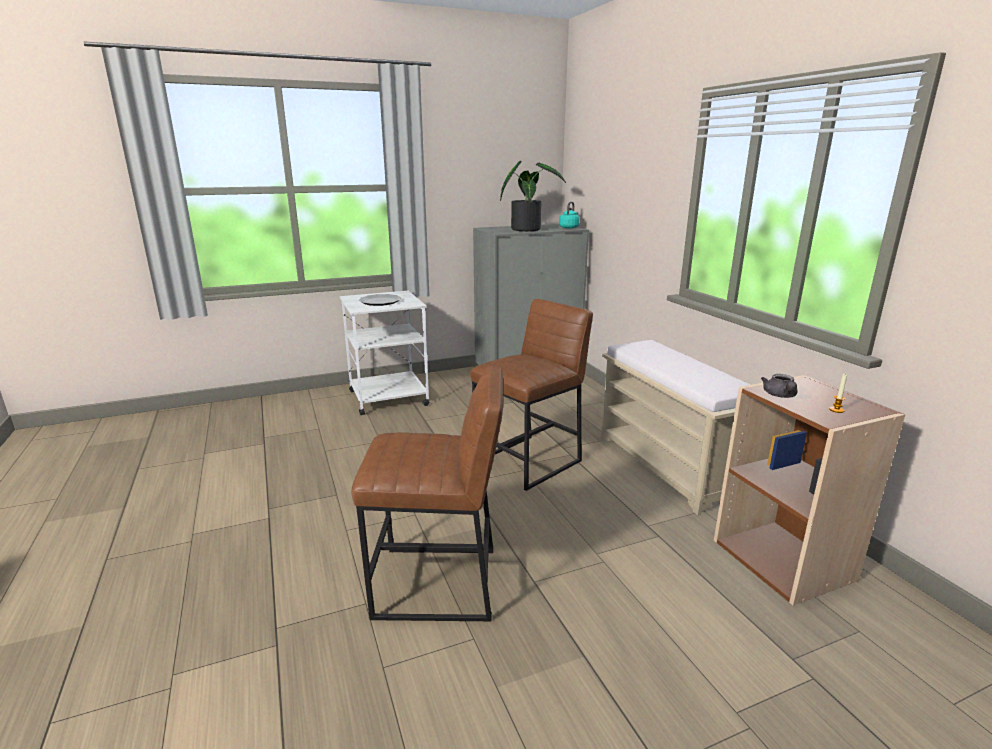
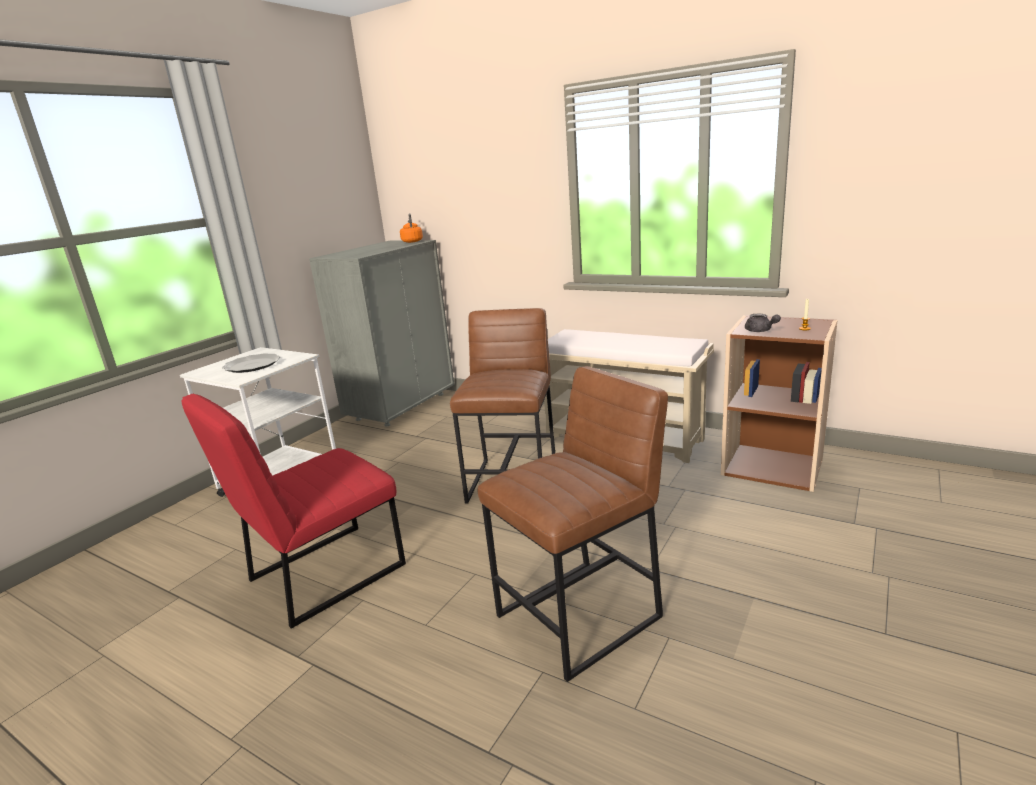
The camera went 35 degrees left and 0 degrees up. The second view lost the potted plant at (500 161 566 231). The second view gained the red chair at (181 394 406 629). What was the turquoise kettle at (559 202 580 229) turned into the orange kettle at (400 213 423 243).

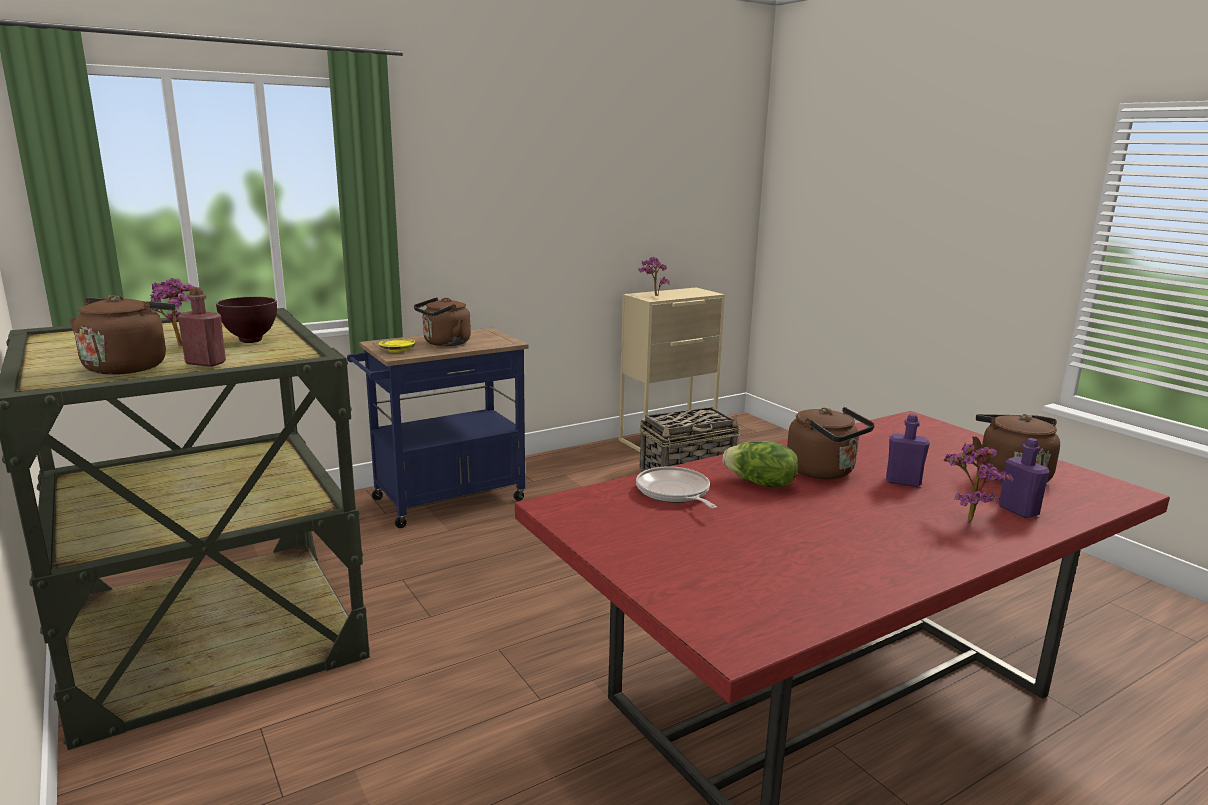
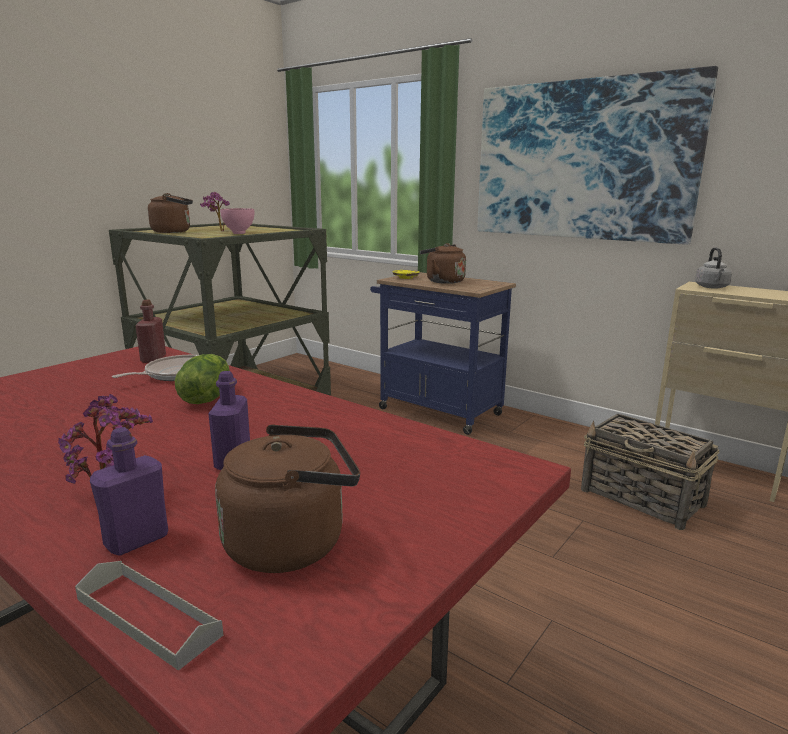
The camera went 70 degrees right and 0 degrees up. The second view lost the brown kettle at (787 407 875 479). The second view gained the grey tray at (75 561 223 671). The second view gained the picture at (477 66 718 245). The red bottle ended up elsewhere, having gone from (178 287 226 367) to (135 300 166 363). Where the potted plant stood at (638 257 670 296), the grey kettle came to stand at (695 247 732 289). What was the brown bowl at (216 297 277 343) turned into the pink bowl at (220 208 254 234).

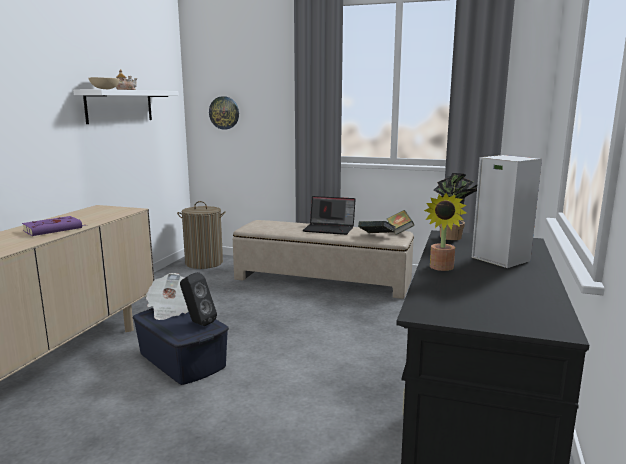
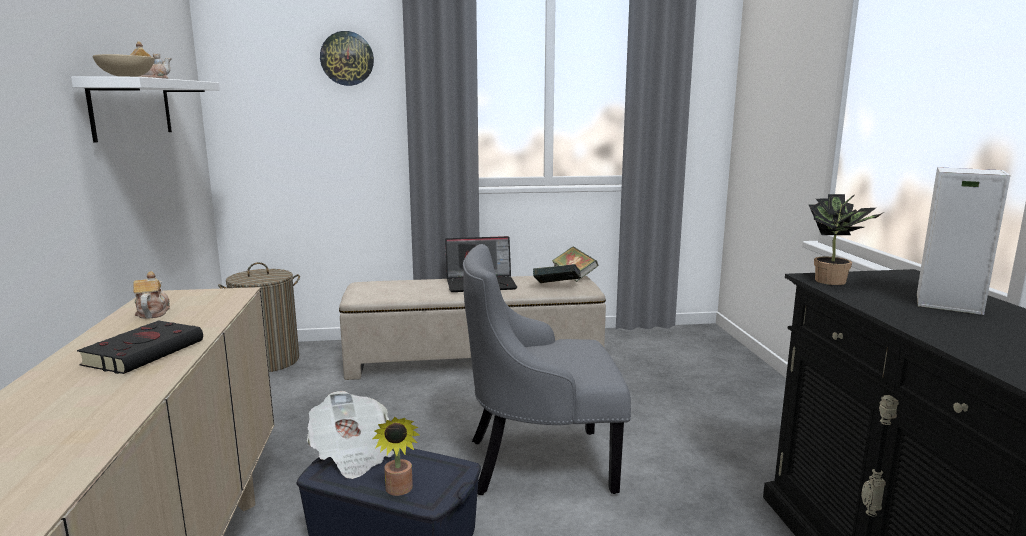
The camera went 25 degrees left and 0 degrees up. The second view lost the black speaker at (180 272 217 327). The second view gained the teapot at (133 271 170 319). The second view gained the grey chair at (463 244 631 495). The wall clock ended up elsewhere, having gone from (209 96 239 130) to (320 31 374 86). The potted plant ended up elsewhere, having gone from (424 193 467 271) to (373 417 420 496). What was the purple book at (22 216 85 236) turned into the black book at (77 321 203 374).

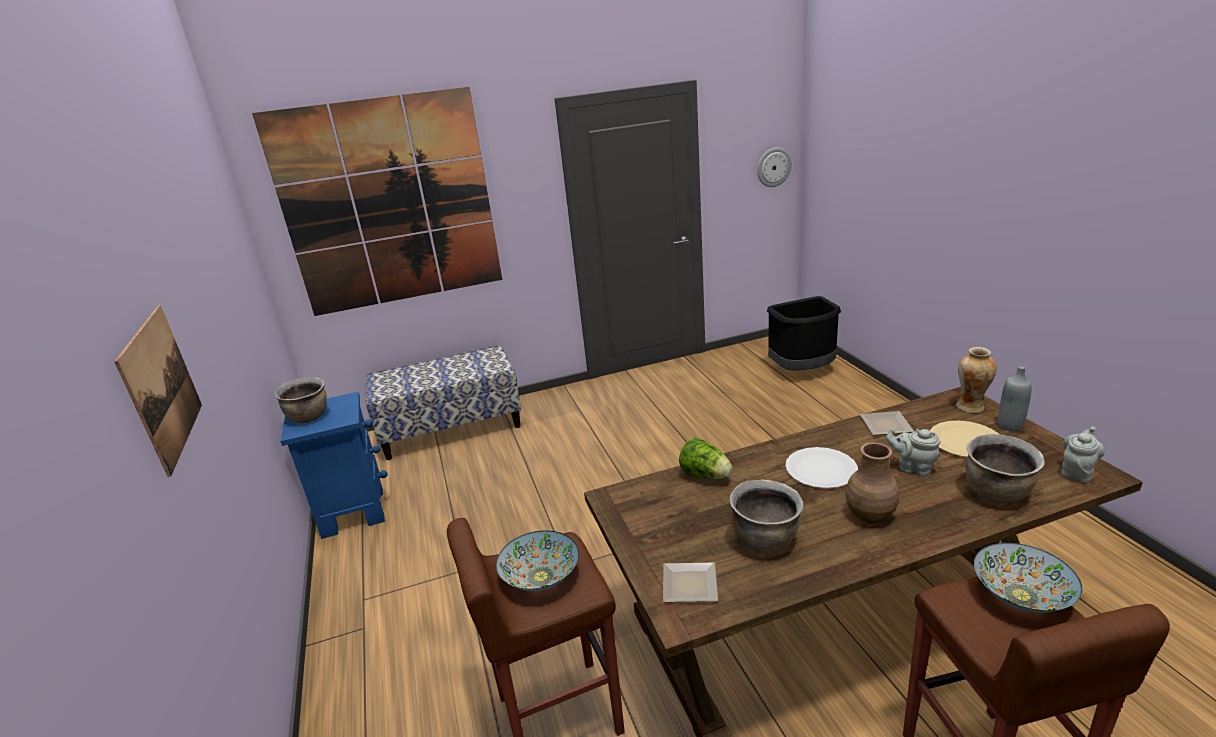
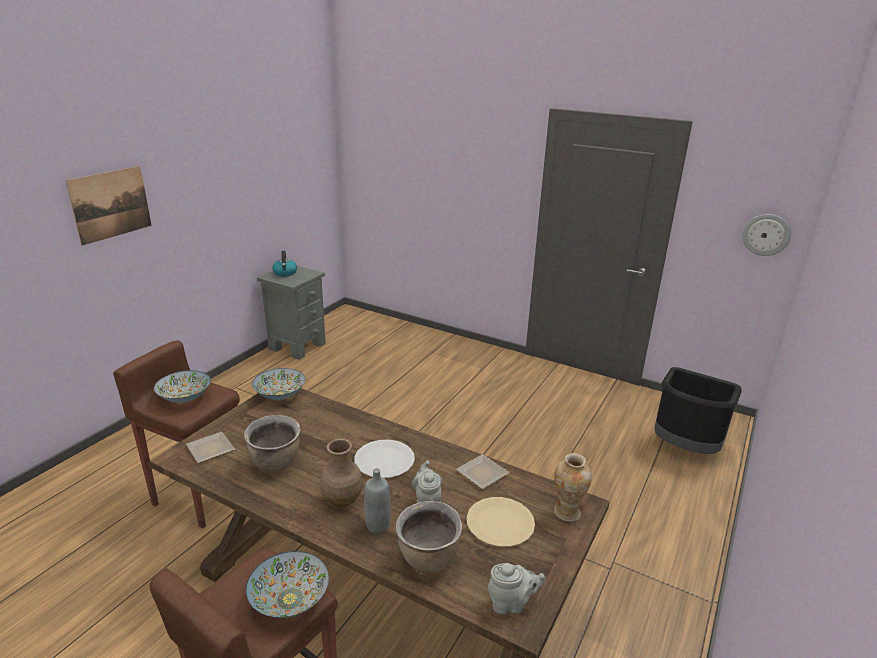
The camera went 45 degrees right and 0 degrees up. The second view lost the picture at (252 87 502 316). The second view lost the bench at (365 345 521 460). The second view lost the lettuce at (679 438 733 479). The second view gained the bowl at (252 368 305 400). The grey bottle ended up elsewhere, having gone from (998 366 1032 431) to (364 468 391 533). Where the brown cooking pot stood at (274 377 327 423), the kettle came to stand at (272 251 297 277). What was the blue nightstand at (280 391 388 539) turned into the grey nightstand at (257 266 326 360).

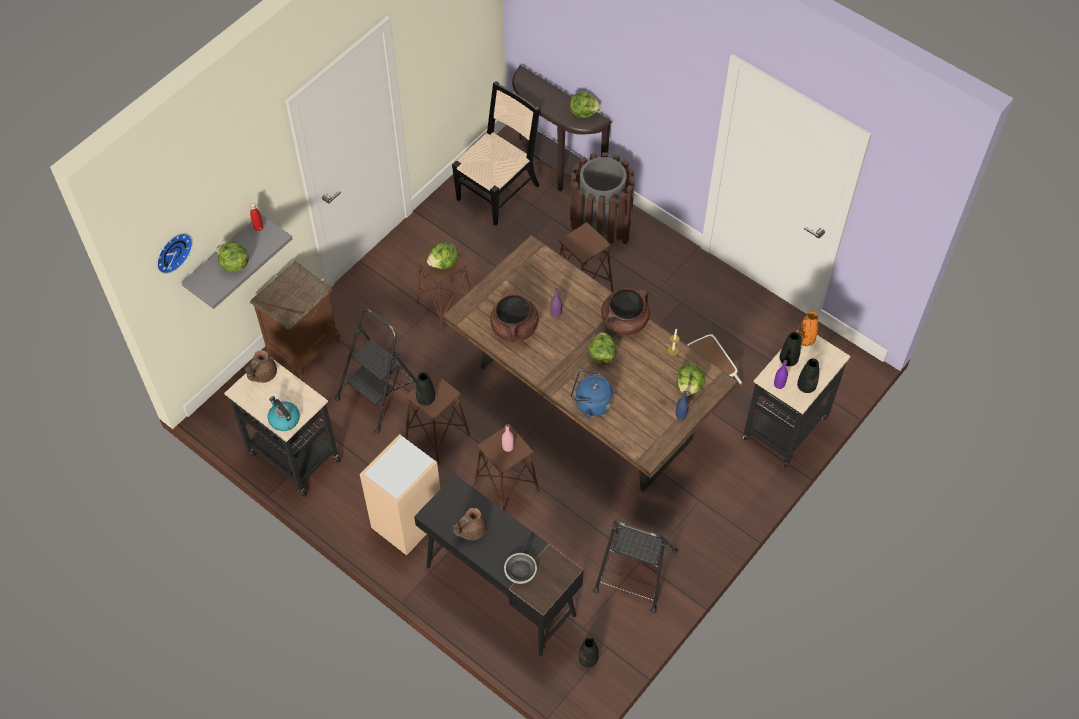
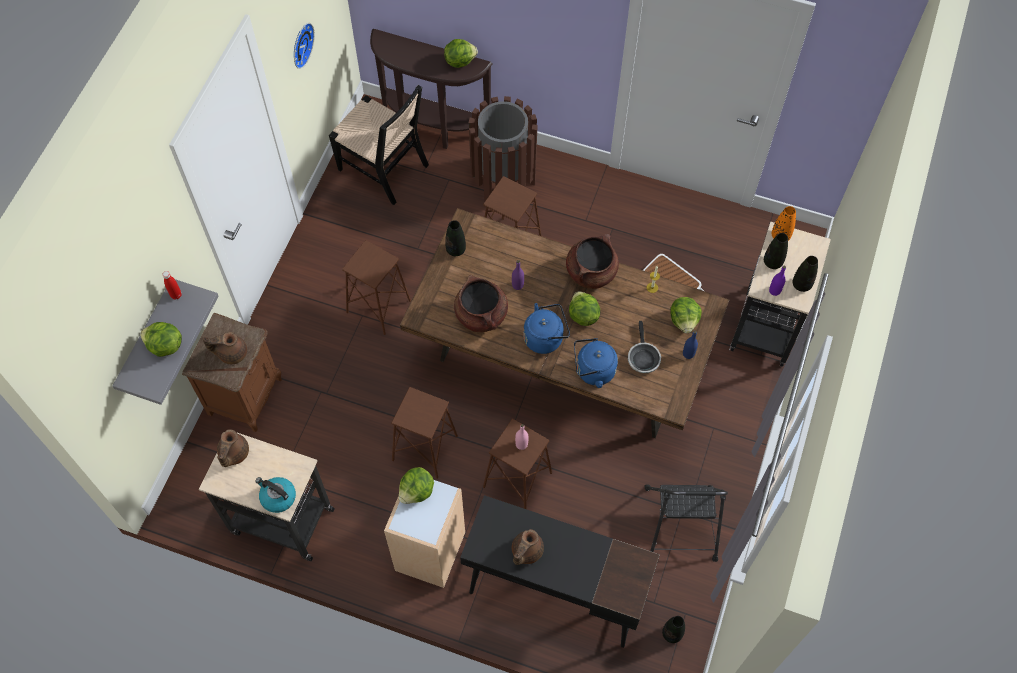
The camera went 20 degrees left and 5 degrees up. The second view lost the black step ladder at (334 309 417 434). The second view gained the brown teapot at (202 332 247 364). The second view gained the blue kettle at (523 303 570 354). The wall clock ended up elsewhere, having gone from (157 233 193 274) to (294 23 315 69). The black vase ended up elsewhere, having gone from (416 372 435 406) to (445 220 466 256). The lettuce ended up elsewhere, having gone from (427 242 458 269) to (399 467 434 504). The frying pan ended up elsewhere, having gone from (504 532 537 584) to (628 321 661 373). The chair at (452 81 540 226) ended up facing another way, 105 degrees clockwise from before.

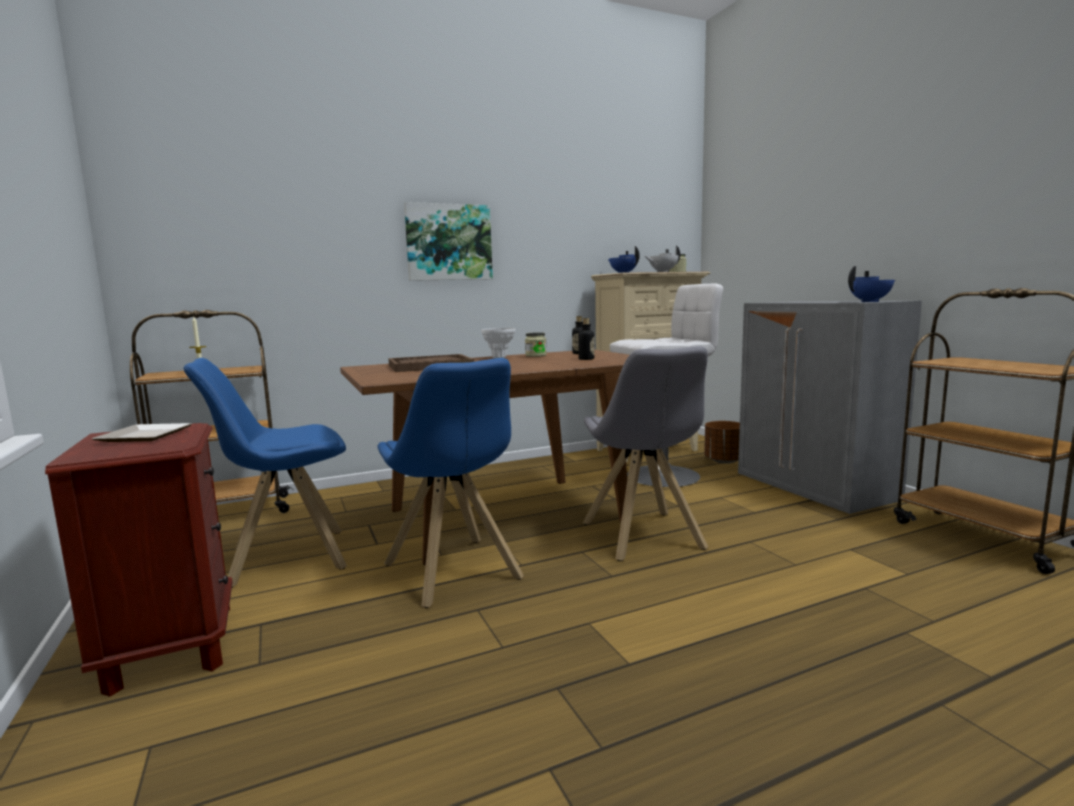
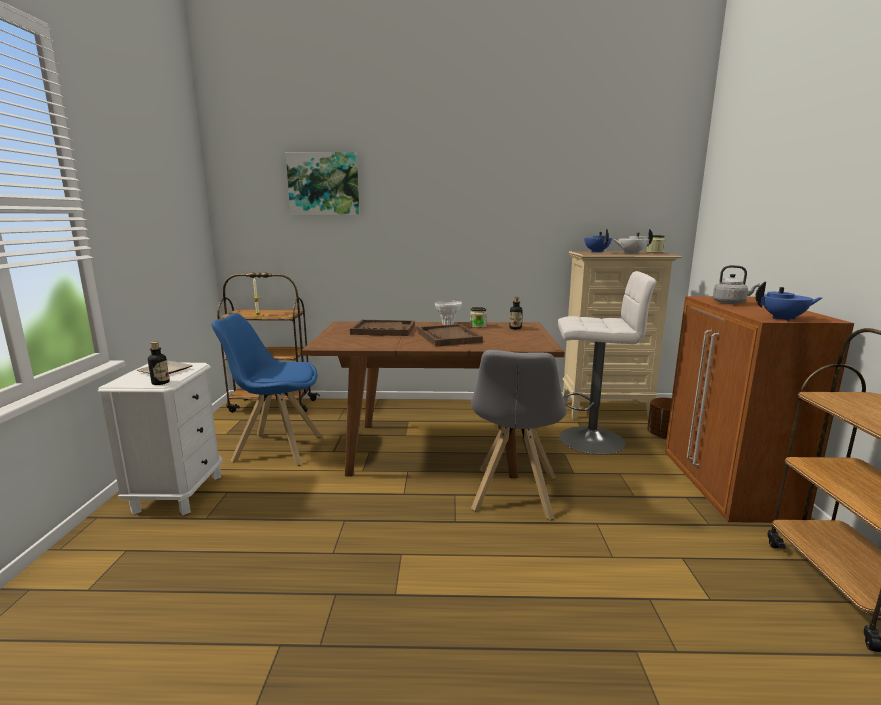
The camera went 25 degrees right and 5 degrees up. The second view lost the blue chair at (377 358 524 608). The second view gained the brown tray at (418 324 483 346). The second view gained the grey kettle at (713 265 760 304). The picture ended up elsewhere, having gone from (404 202 493 281) to (286 152 360 215). The bottle ended up elsewhere, having gone from (578 318 595 360) to (148 342 170 385). What was the brown nightstand at (45 423 233 697) turned into the white nightstand at (98 363 223 515). What was the grey cabinet at (738 301 922 514) turned into the brown cabinet at (665 296 854 523).

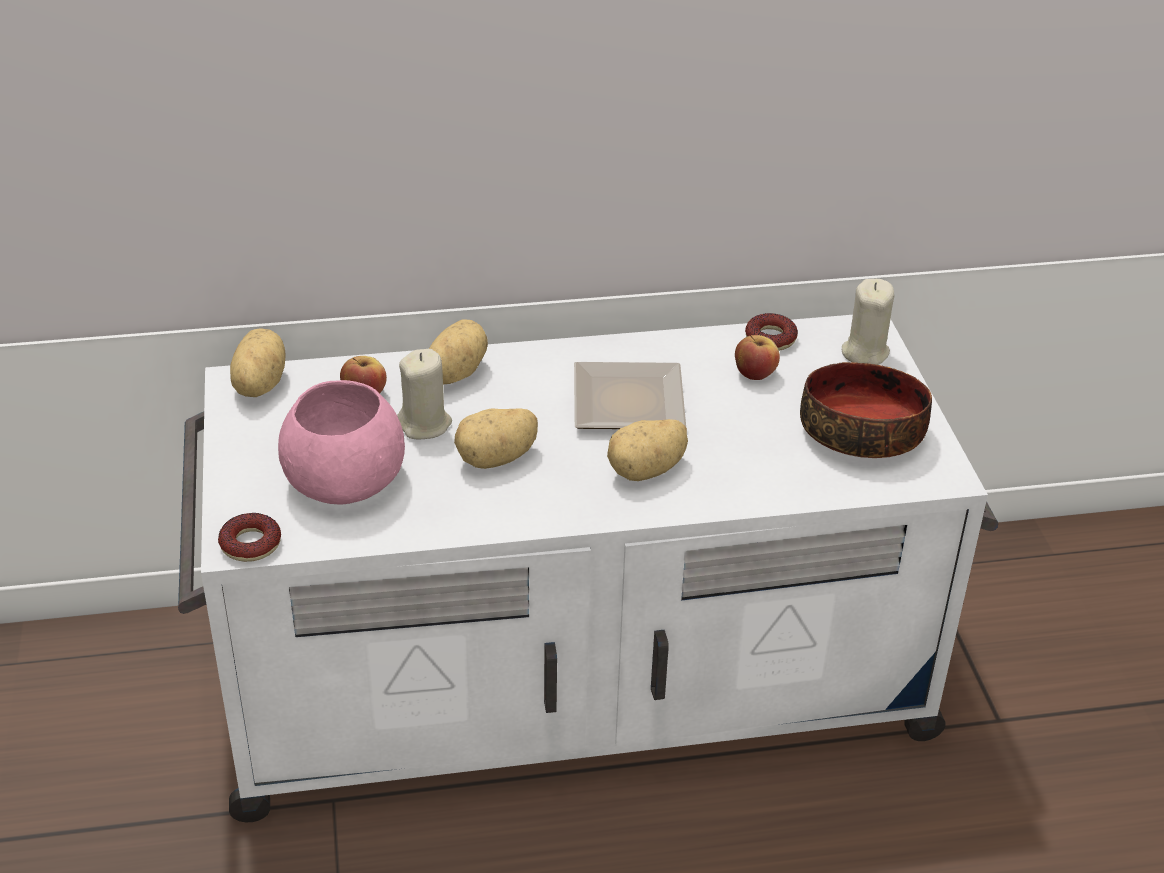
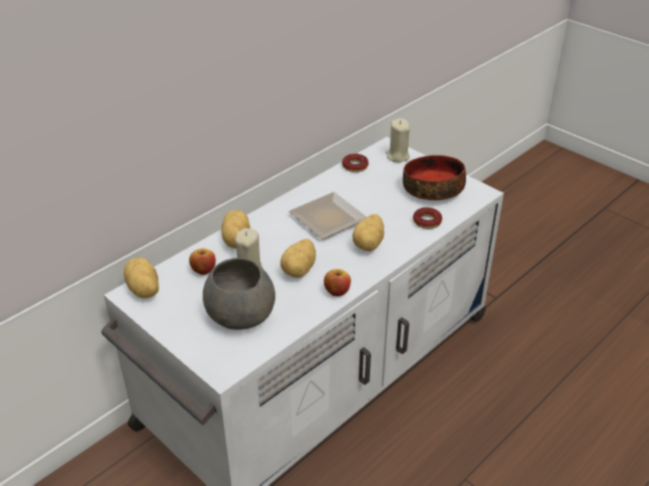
The camera went 35 degrees left and 0 degrees up. The donut ended up elsewhere, having gone from (218 513 281 562) to (413 207 442 229). The apple ended up elsewhere, having gone from (735 335 780 380) to (324 269 351 296). What was the pink bowl at (278 380 405 505) turned into the grey bowl at (203 258 275 330).

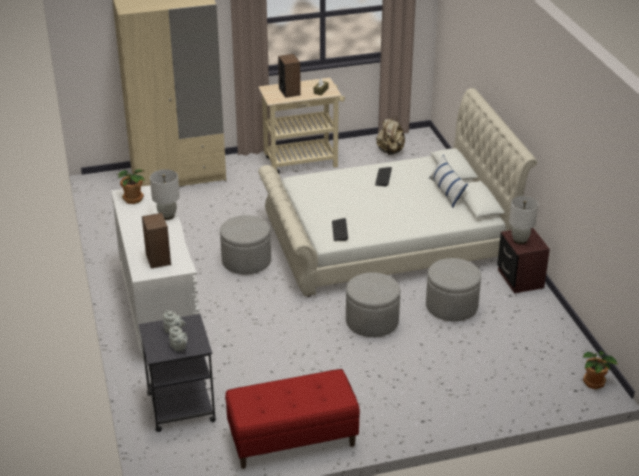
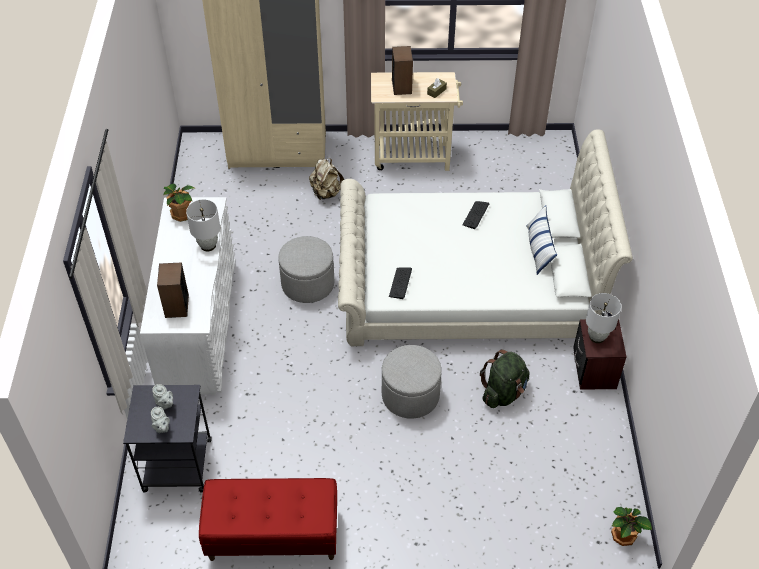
The camera went 15 degrees right and 15 degrees up. The beige backpack ended up elsewhere, having gone from (376 116 405 155) to (309 158 344 200). Where the grey ottoman stood at (426 258 481 322), the green backpack came to stand at (480 350 530 408).

